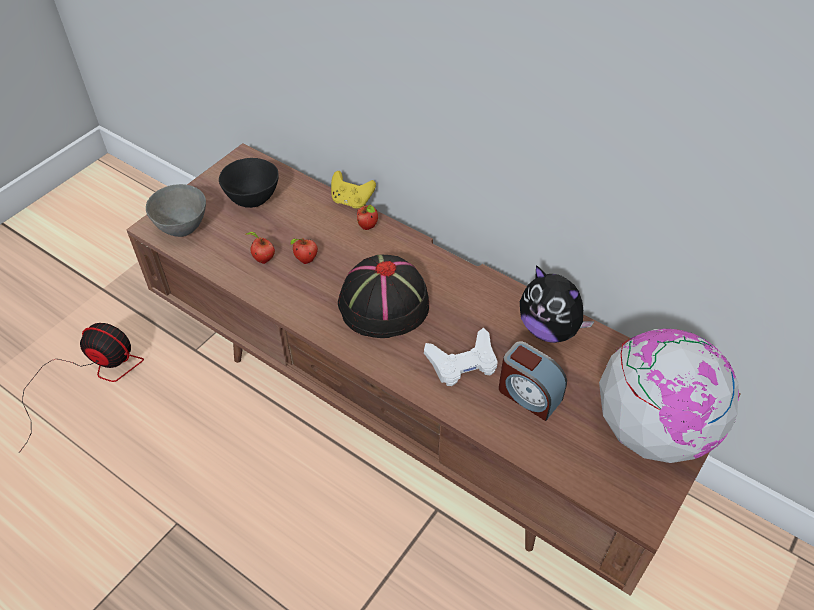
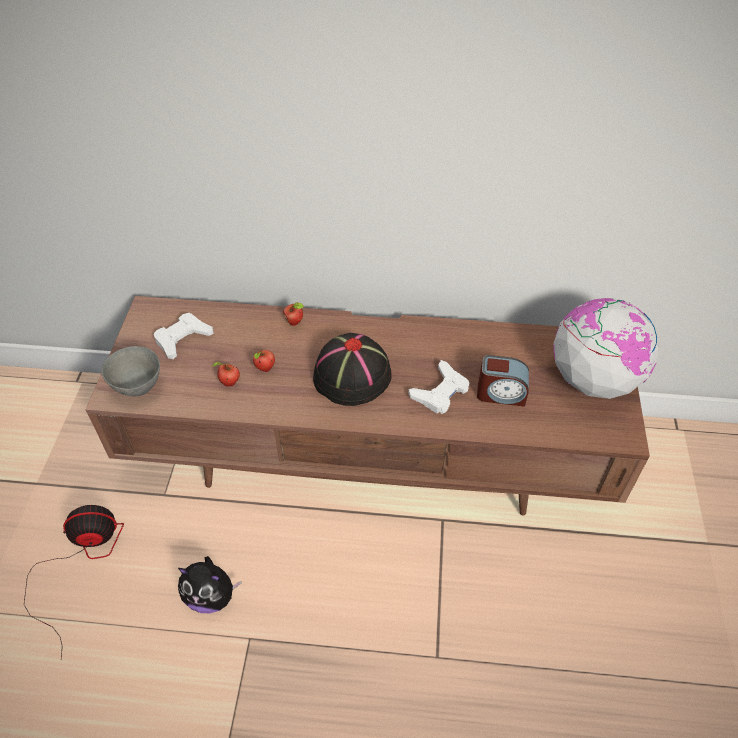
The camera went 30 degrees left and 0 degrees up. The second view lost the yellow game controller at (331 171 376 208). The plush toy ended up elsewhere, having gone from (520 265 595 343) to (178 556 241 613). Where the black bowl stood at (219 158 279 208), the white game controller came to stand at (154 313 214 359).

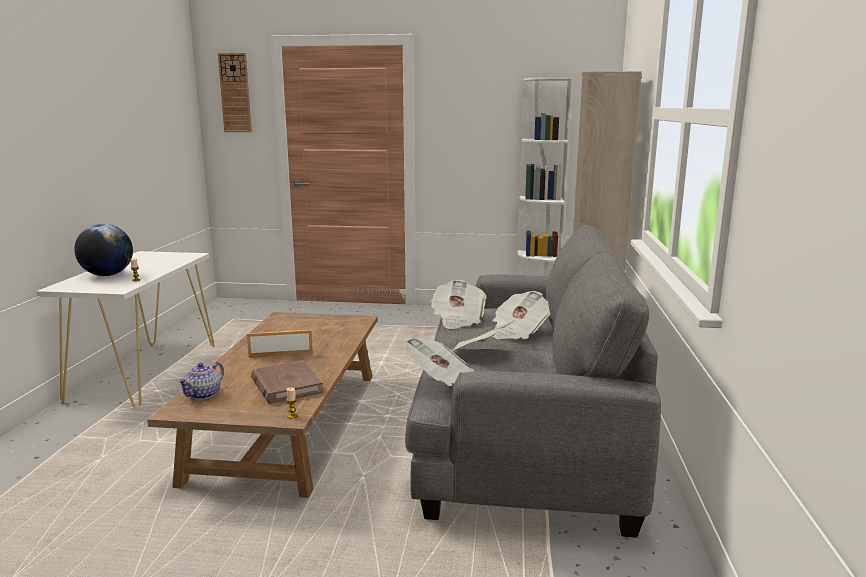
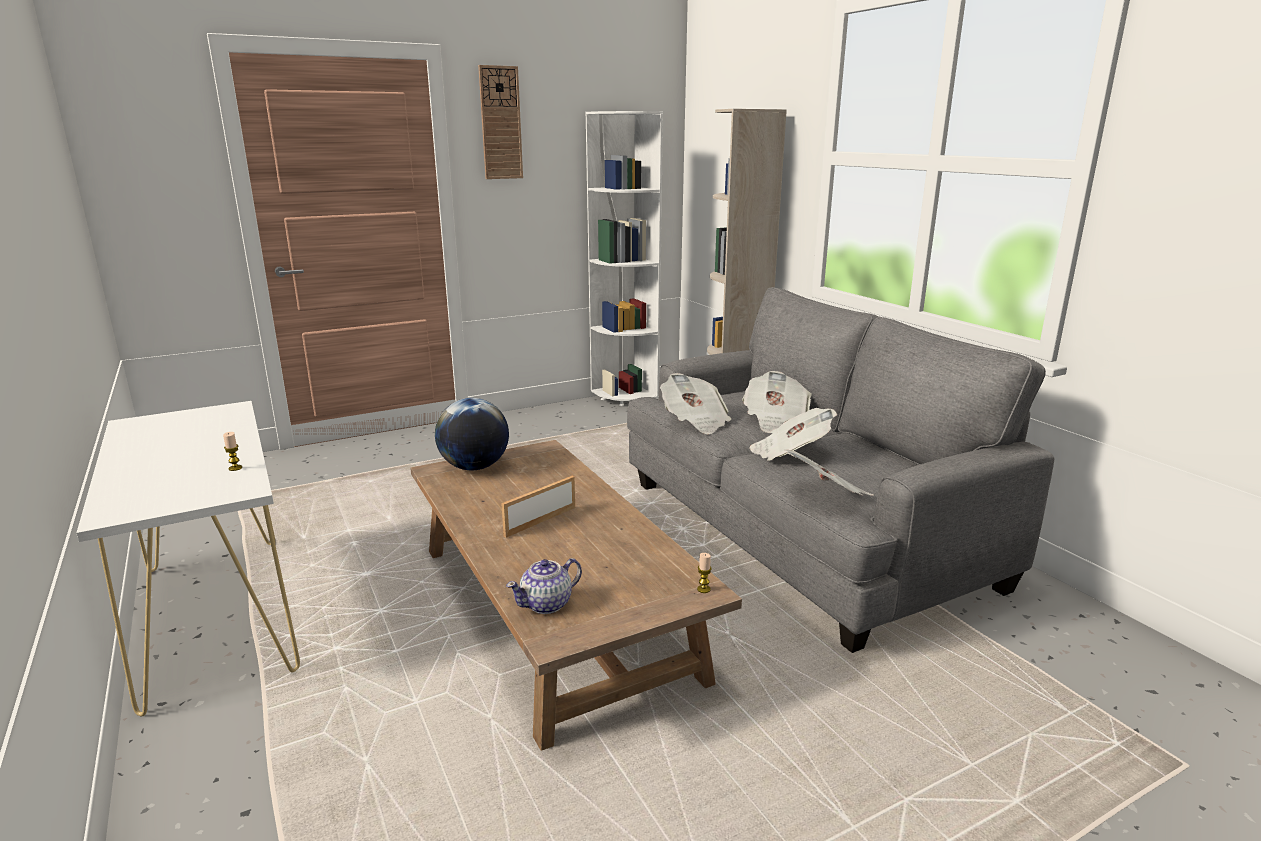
The camera went 35 degrees left and 5 degrees up. The second view lost the brown book at (251 360 323 404). The globe ended up elsewhere, having gone from (74 224 133 276) to (435 398 509 470). The wall clock ended up elsewhere, having gone from (218 53 252 132) to (478 65 523 179). The teapot at (178 362 224 400) ended up facing another way, 60 degrees clockwise from before.

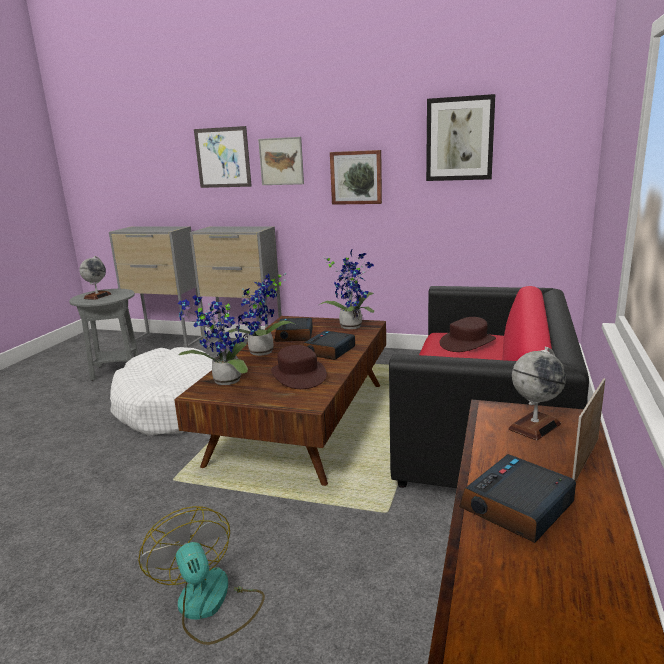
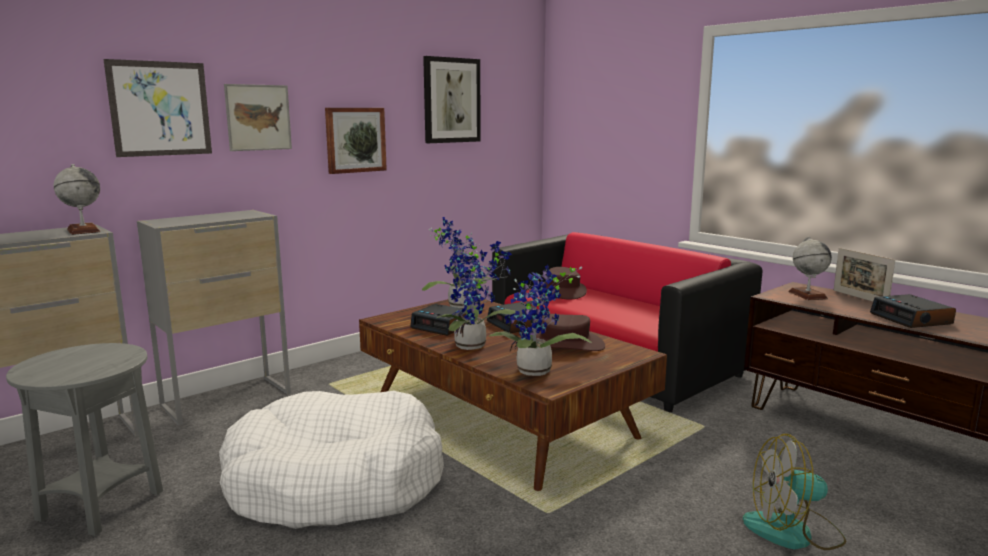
The camera went 60 degrees left and 5 degrees down. The globe ended up elsewhere, having gone from (79 256 111 300) to (53 164 101 235).

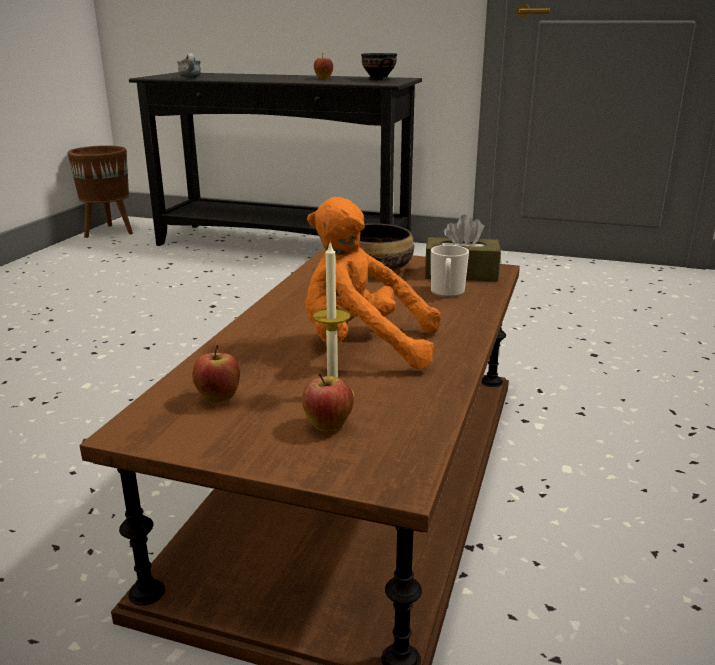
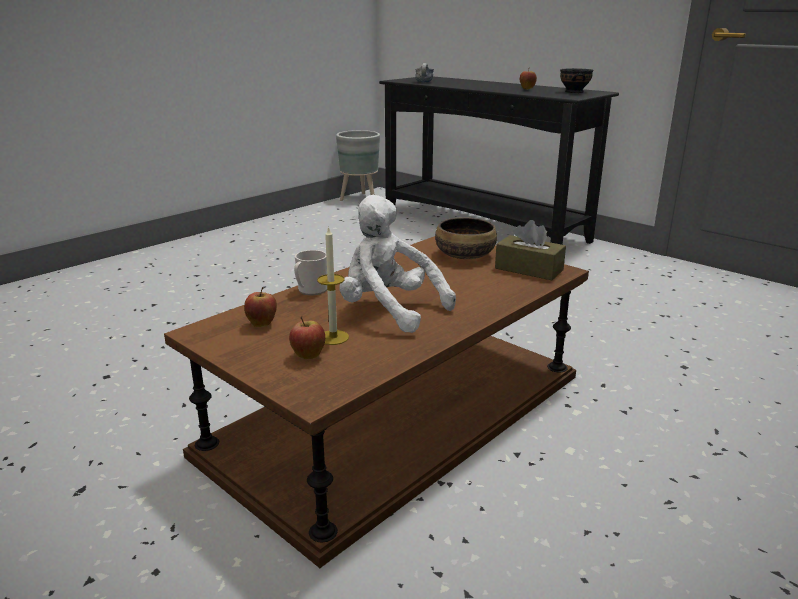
The camera went 25 degrees right and 0 degrees up. The mug ended up elsewhere, having gone from (431 245 469 297) to (294 250 327 295). What was the brown planter at (68 145 133 238) turned into the grey planter at (336 130 380 201). What was the orange plush toy at (305 197 440 369) turned into the white plush toy at (339 195 456 333).

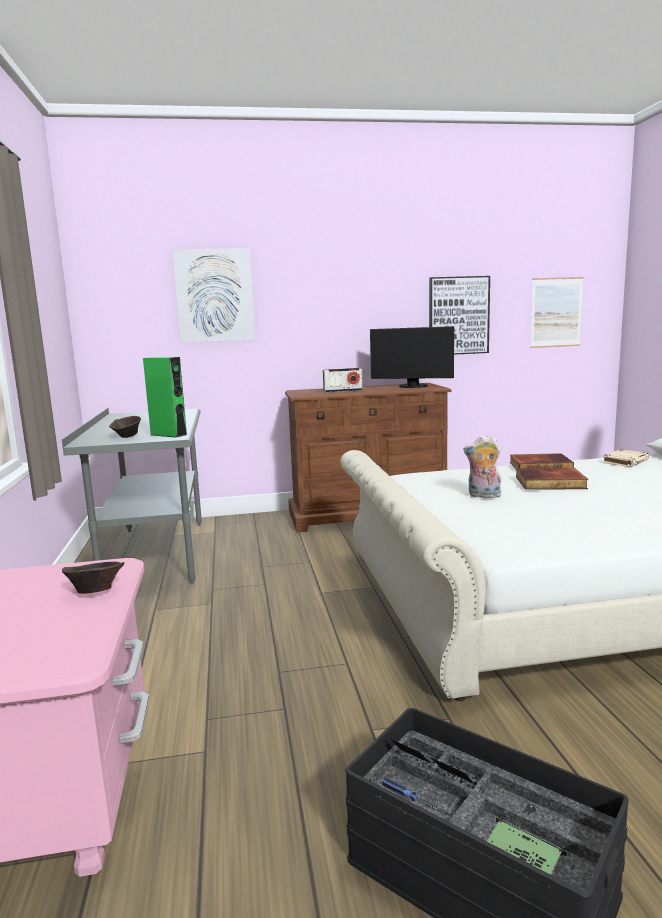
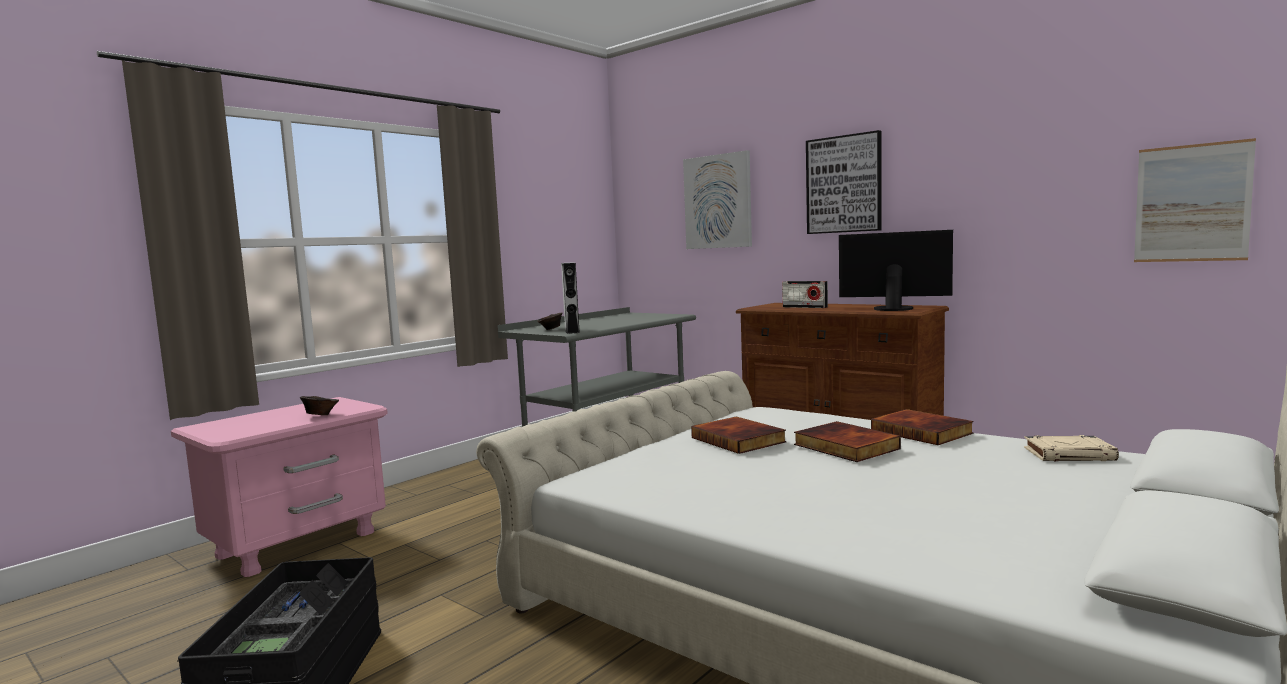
The camera went 50 degrees right and 5 degrees down. The picture ended up elsewhere, having gone from (429 276 490 355) to (806 130 882 234). Where the plush toy stood at (463 435 501 498), the book came to stand at (691 416 787 454). What was the green speaker at (143 357 187 438) turned into the grey speaker at (561 262 580 334). The monitor at (370 326 454 388) ended up facing another way, 135 degrees clockwise from before.

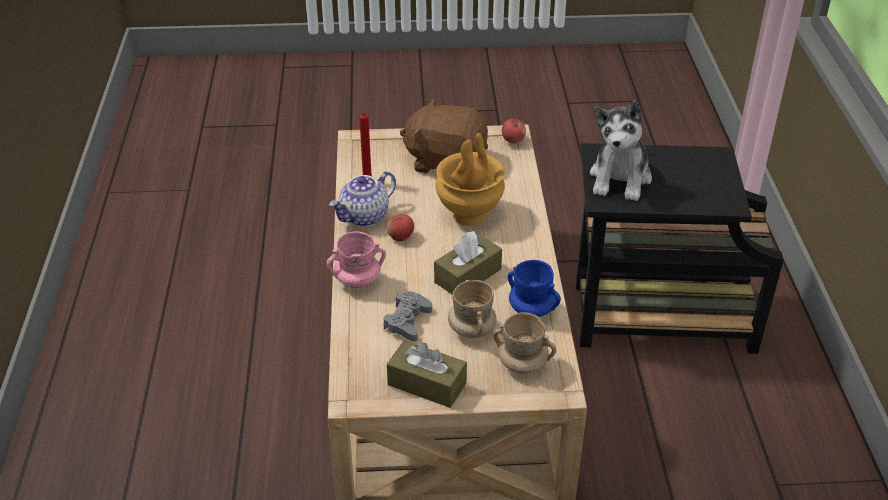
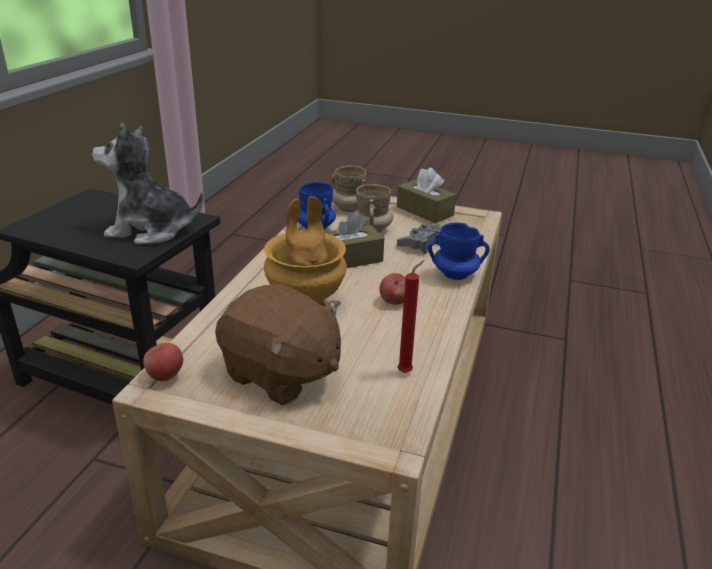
The camera went 160 degrees left and 10 degrees down. The second view lost the teapot at (329 171 396 227). What was the pink mug at (326 232 386 288) turned into the blue mug at (428 222 490 280). The plush toy at (590 100 652 201) ended up facing another way, 120 degrees counterclockwise from before.

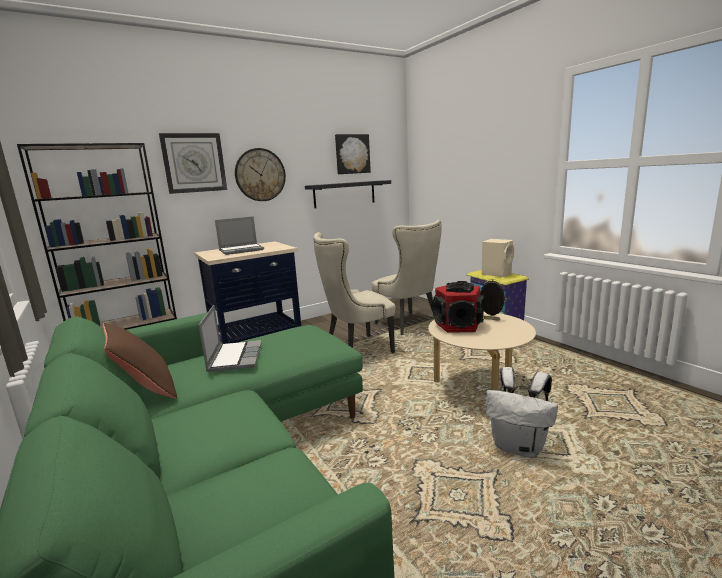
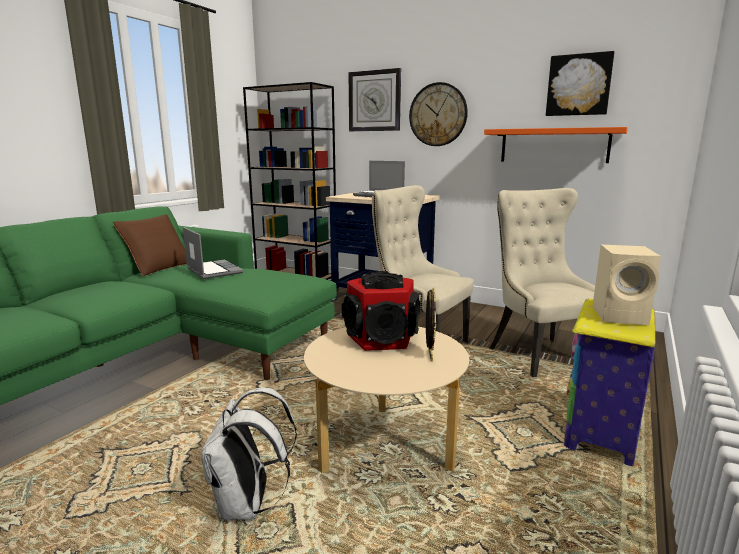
The camera went 60 degrees right and 0 degrees up. What was the black shelf at (305 180 391 208) turned into the orange shelf at (484 127 628 163). The laptop at (199 305 262 372) ended up facing another way, 90 degrees counterclockwise from before. The beige chair at (371 220 442 335) ended up facing another way, 135 degrees clockwise from before.

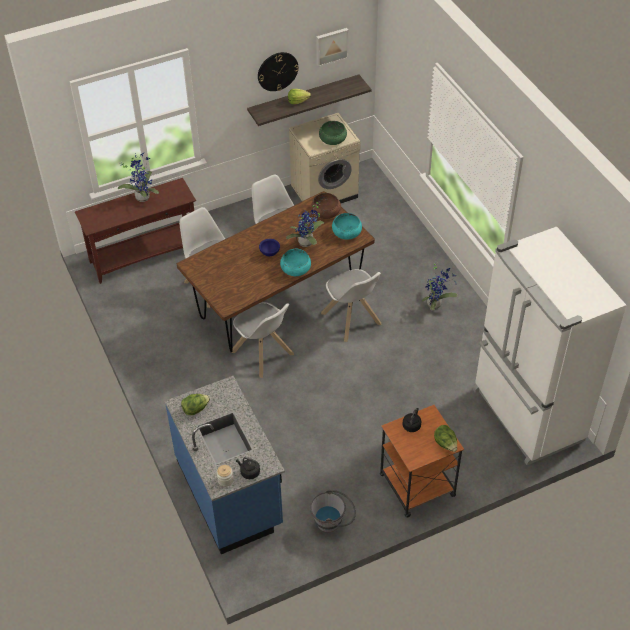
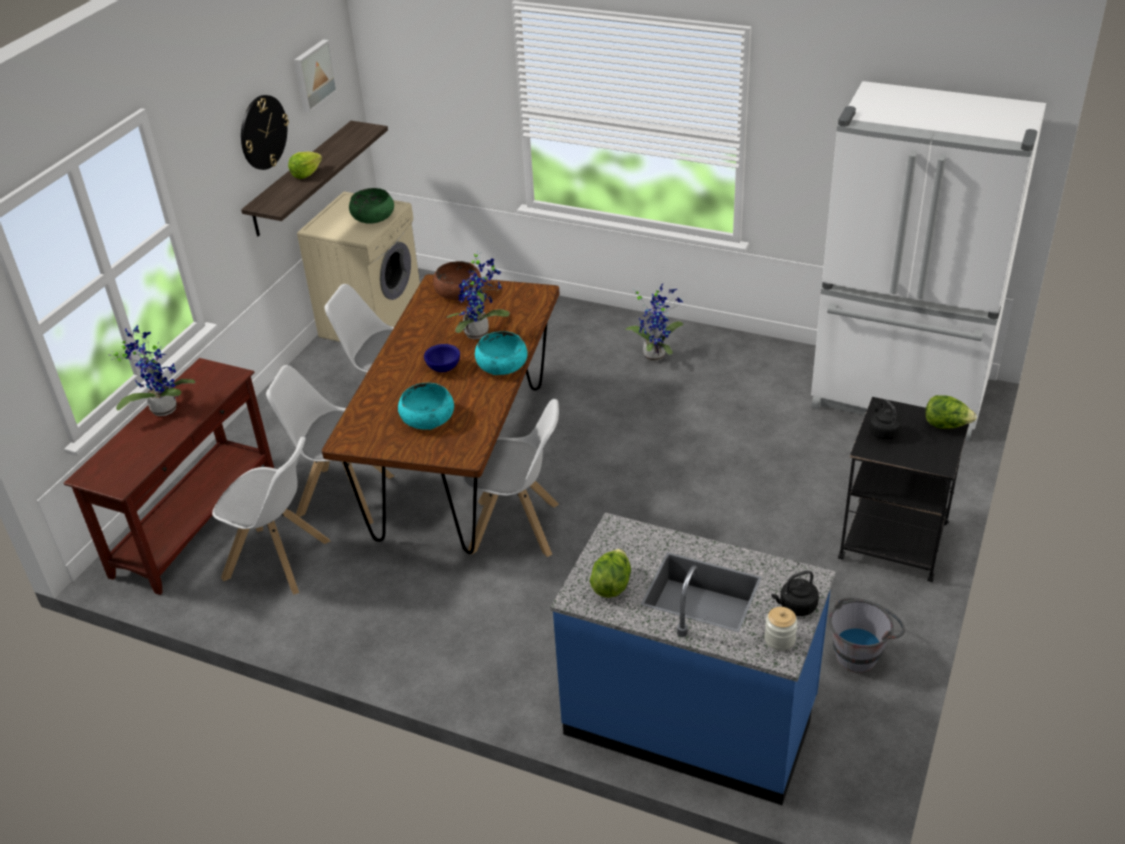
The camera went 40 degrees left and 10 degrees down. The chair ended up elsewhere, having gone from (321 269 381 342) to (212 437 331 595). The turquoise bowl ended up elsewhere, having gone from (332 213 362 240) to (398 383 454 430). What was the orange cart at (380 405 464 518) turned into the black cart at (838 397 969 582).

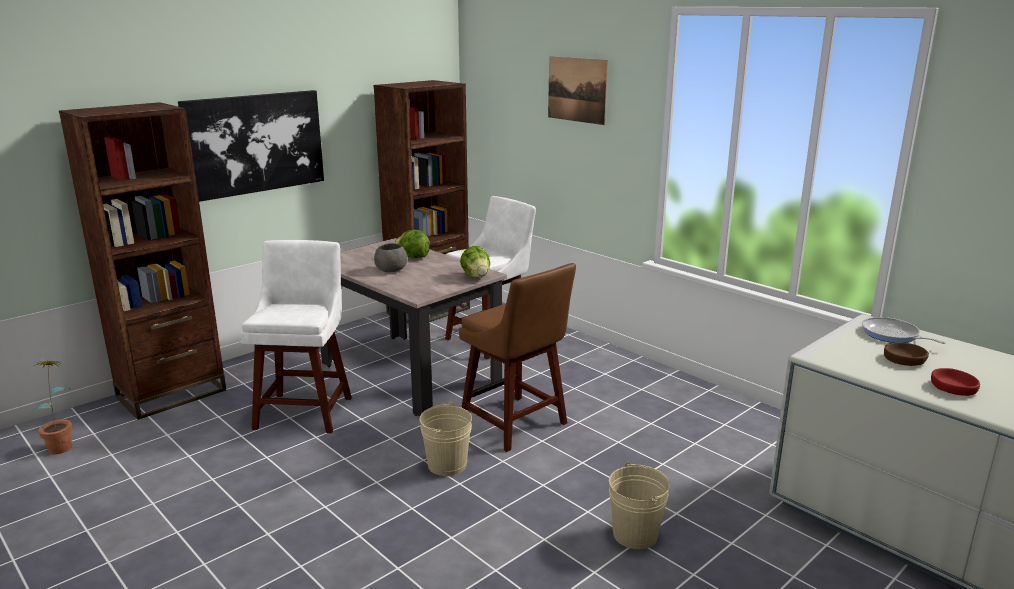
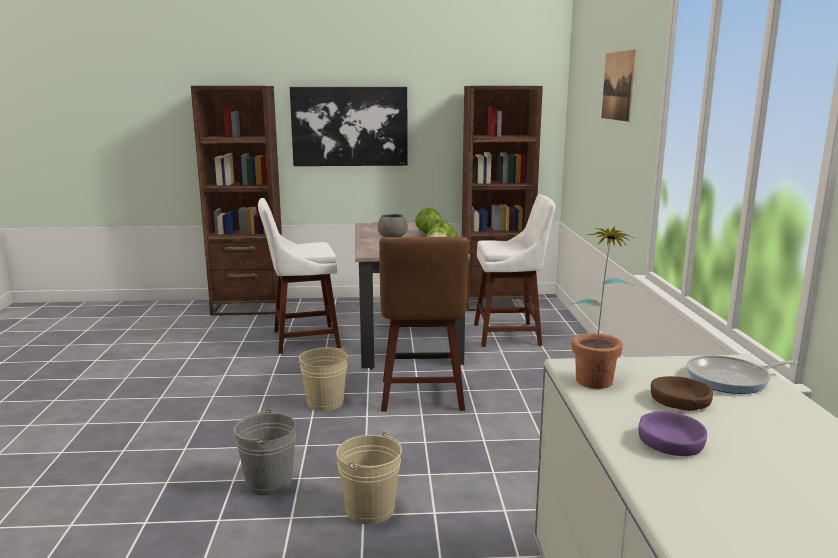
The camera went 40 degrees right and 5 degrees down. The second view gained the grey bucket at (234 408 296 496). The potted plant ended up elsewhere, having gone from (32 360 72 454) to (572 227 635 389). What was the red bowl at (931 368 980 396) turned into the purple bowl at (638 411 707 456). The white chair at (241 240 352 433) ended up facing another way, 150 degrees counterclockwise from before. The frying pan at (862 317 946 344) ended up facing another way, 105 degrees counterclockwise from before.

